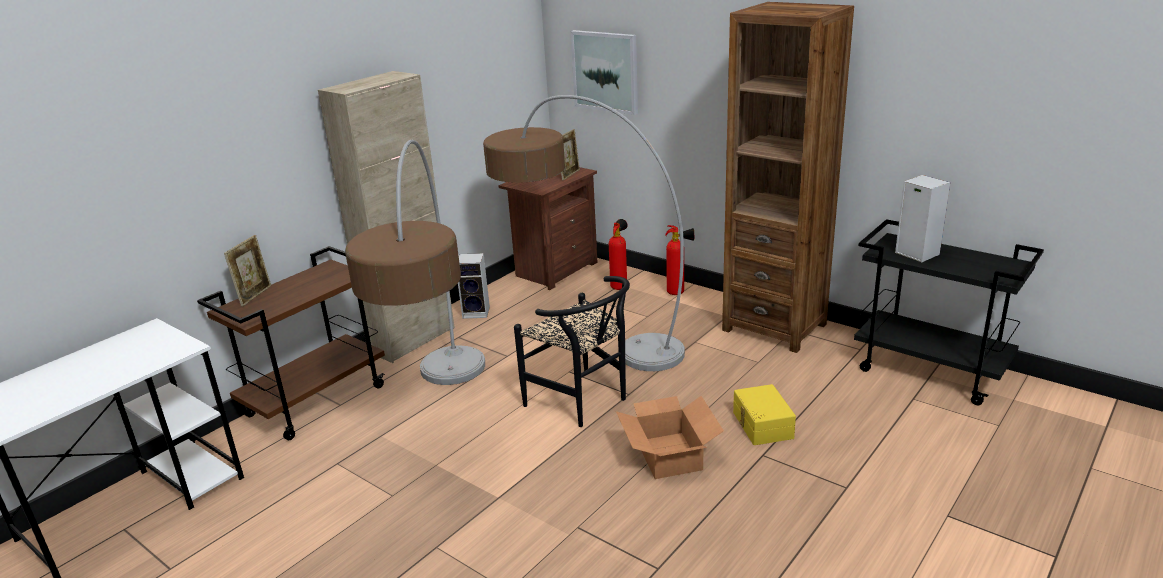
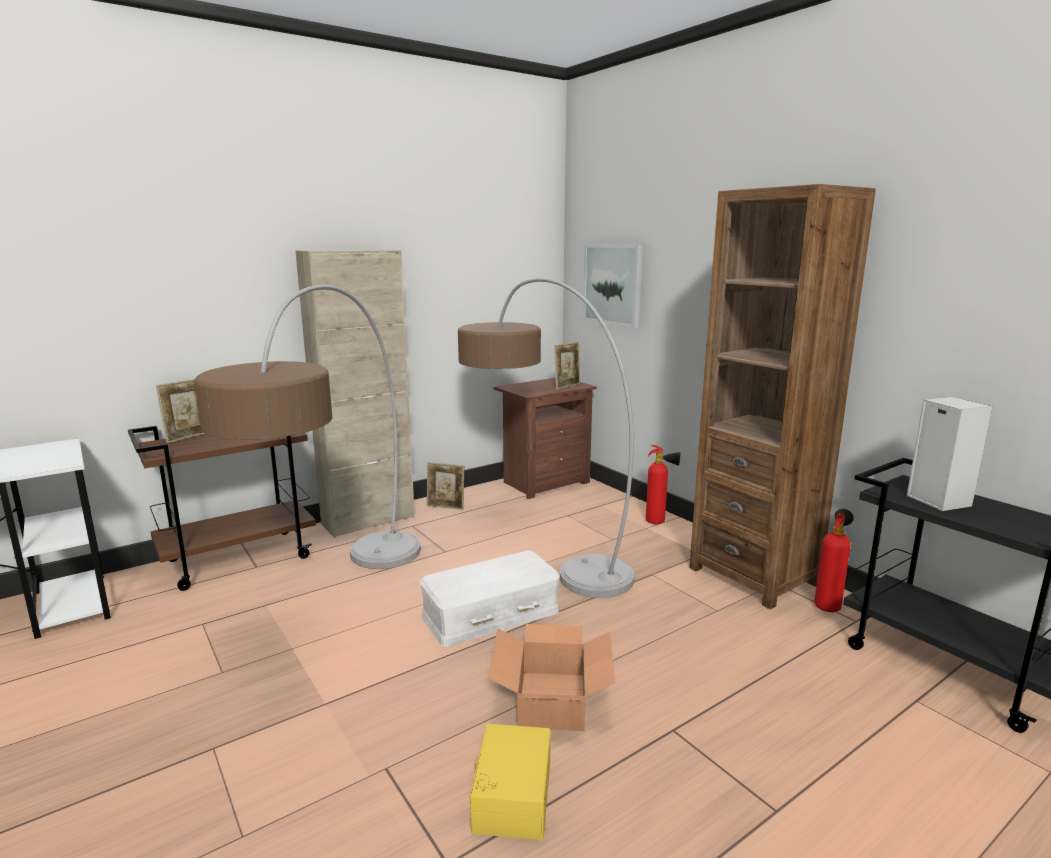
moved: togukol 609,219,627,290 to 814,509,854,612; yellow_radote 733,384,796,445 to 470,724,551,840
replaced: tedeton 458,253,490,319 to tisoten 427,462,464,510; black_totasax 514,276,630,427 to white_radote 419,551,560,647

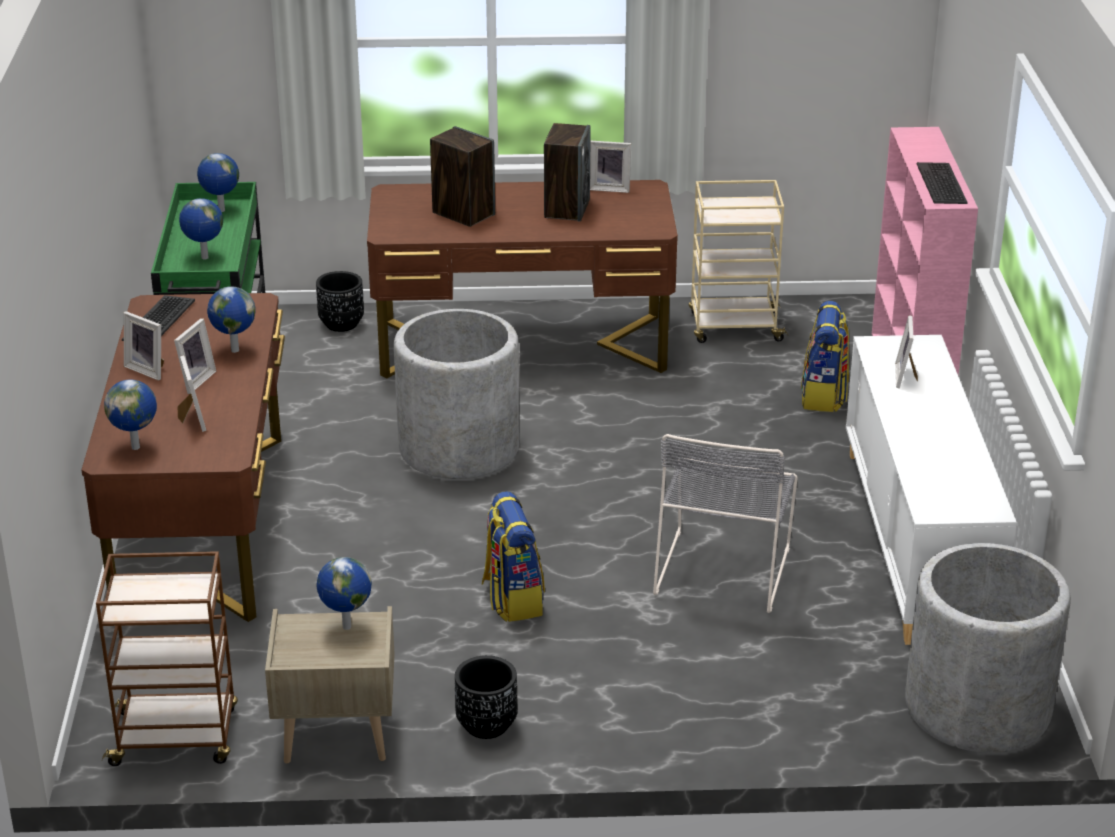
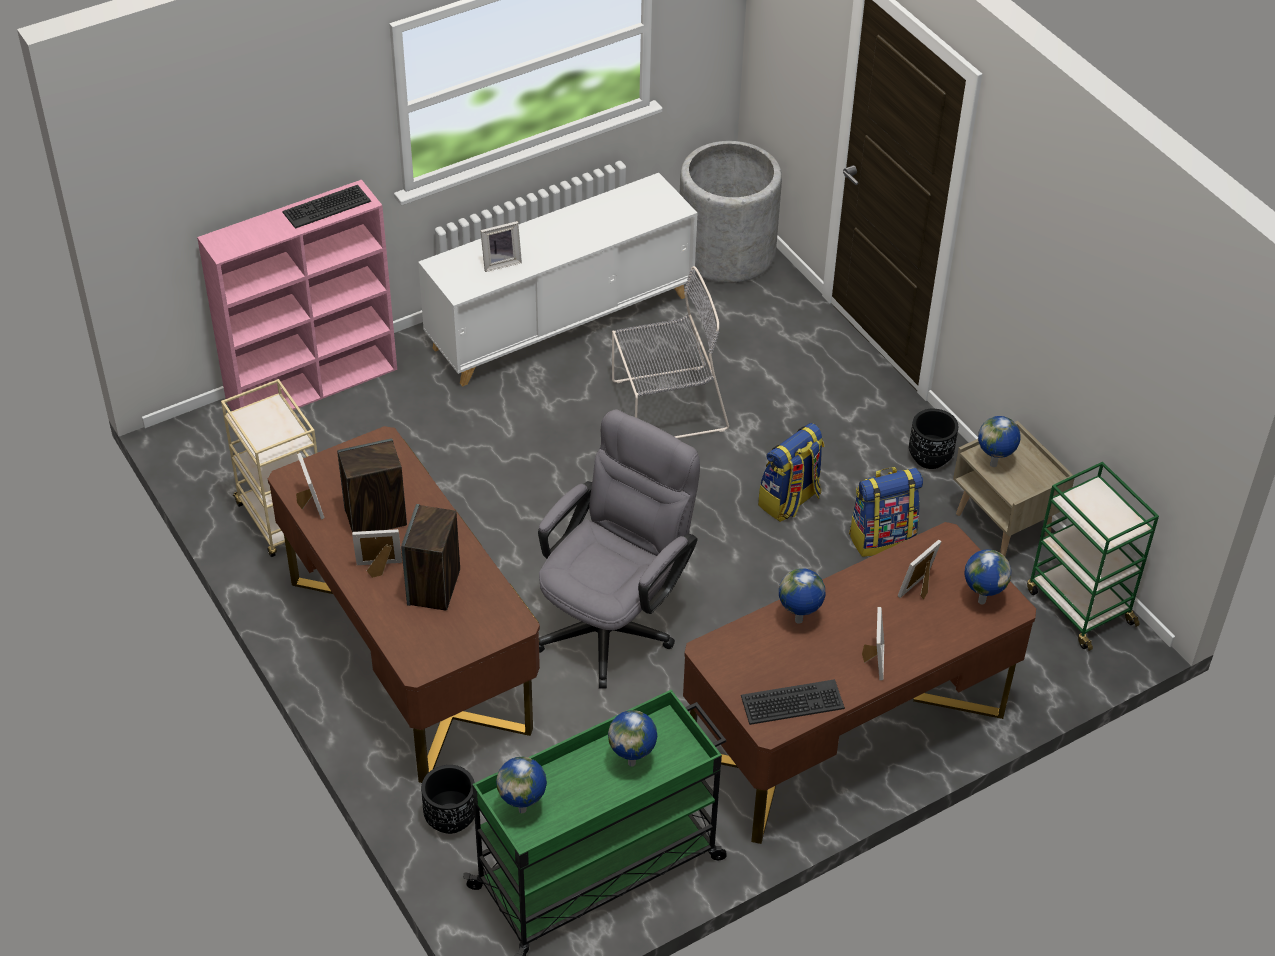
moved: tisoten 174,318,216,394 to 352,529,402,578; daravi 801,301,849,412 to 849,467,923,557
replaced: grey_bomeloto 394,309,520,479 to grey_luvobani 538,409,700,689
recoloured: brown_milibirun 96,551,238,766 to green_milibirun 1027,462,1159,651

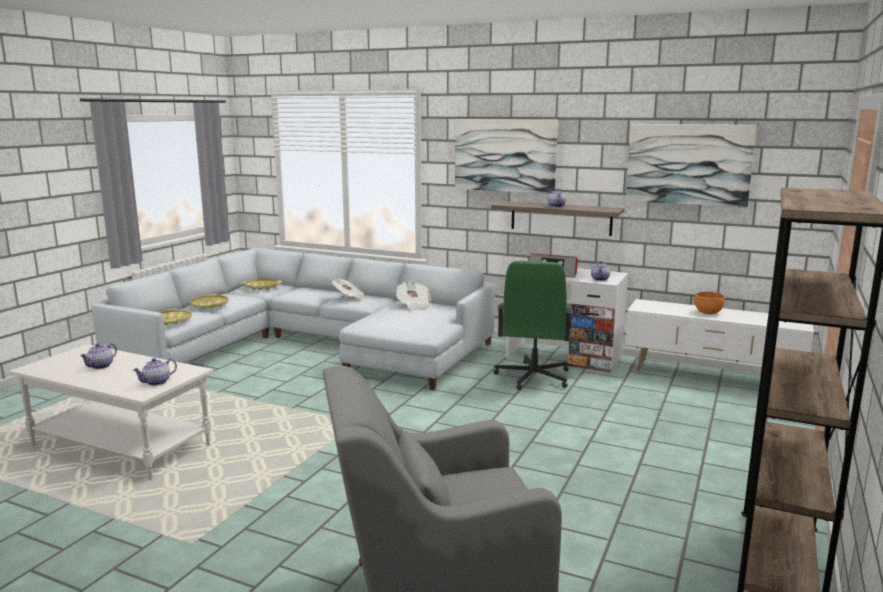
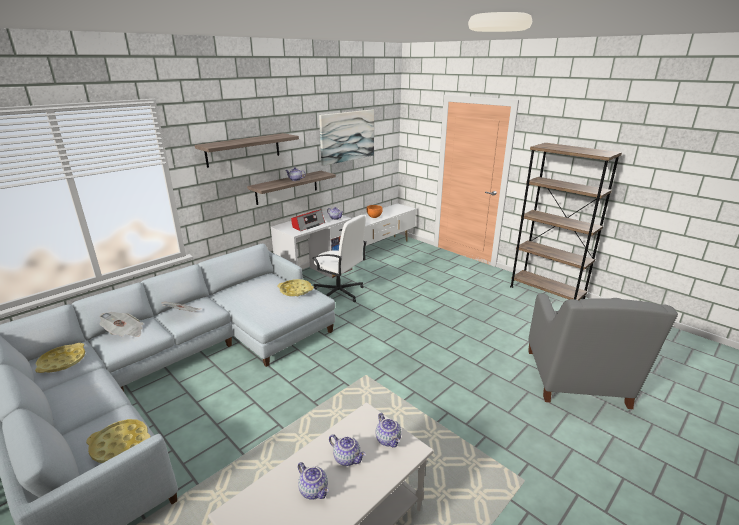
added: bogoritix 329,434,366,466
moved: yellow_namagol 190,294,229,309 to 277,279,314,297; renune 396,281,431,311 to 100,312,143,337
replaced: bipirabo 455,119,558,194 to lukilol 195,133,299,168
recoloured: green_luvobani 494,261,573,390 to white_luvobani 312,215,367,302

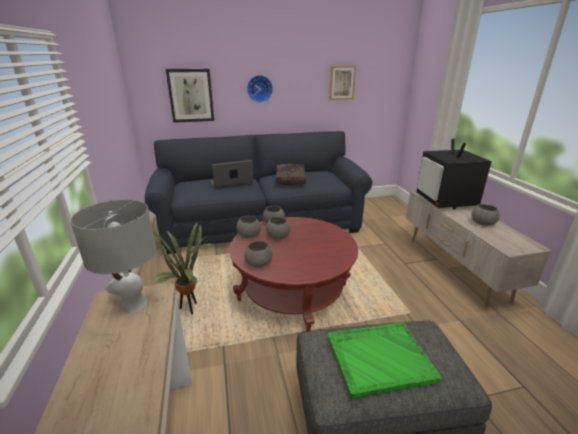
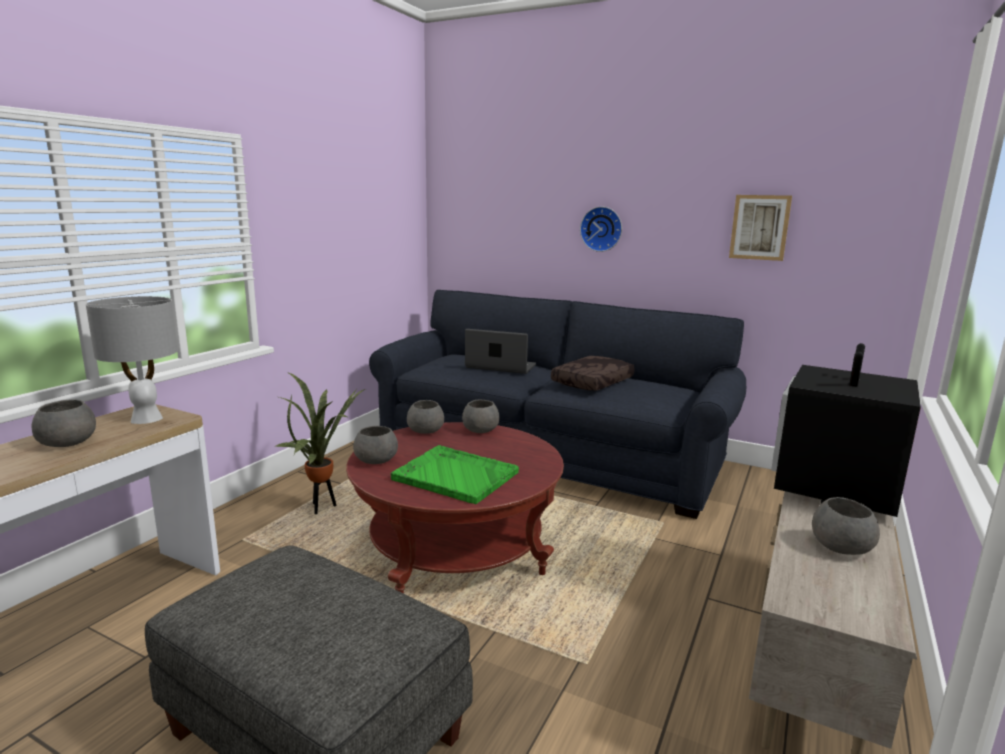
removed: bipirabo 166,69,214,123
moved: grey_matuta 266,217,290,239 to 32,399,96,447; green_namagol 328,323,442,399 to 391,445,519,504

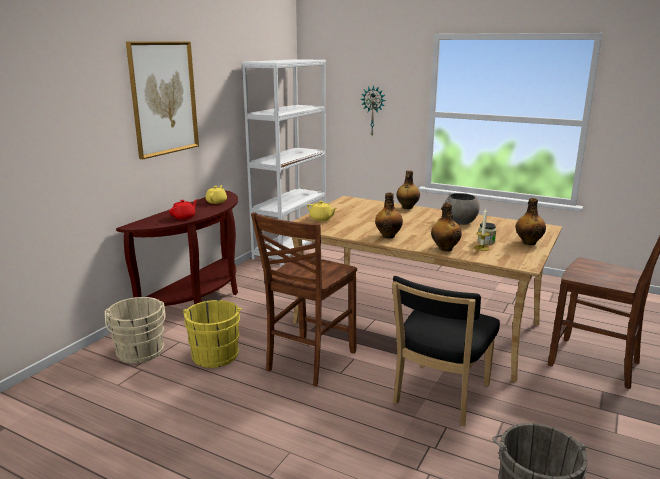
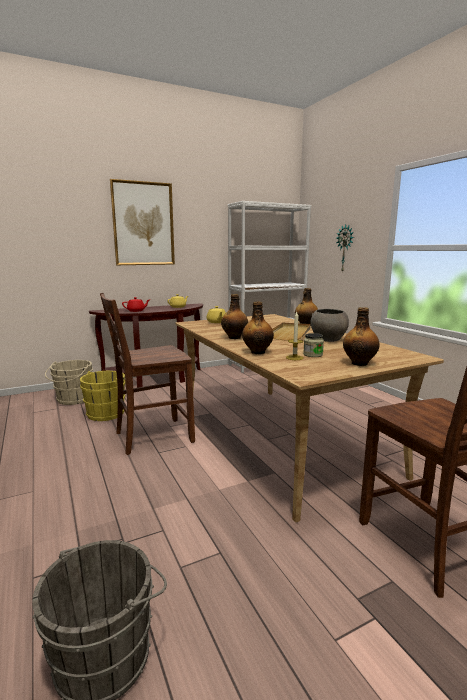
removed: black_totasax 392,276,500,426
added: beige_namagol 272,323,311,340

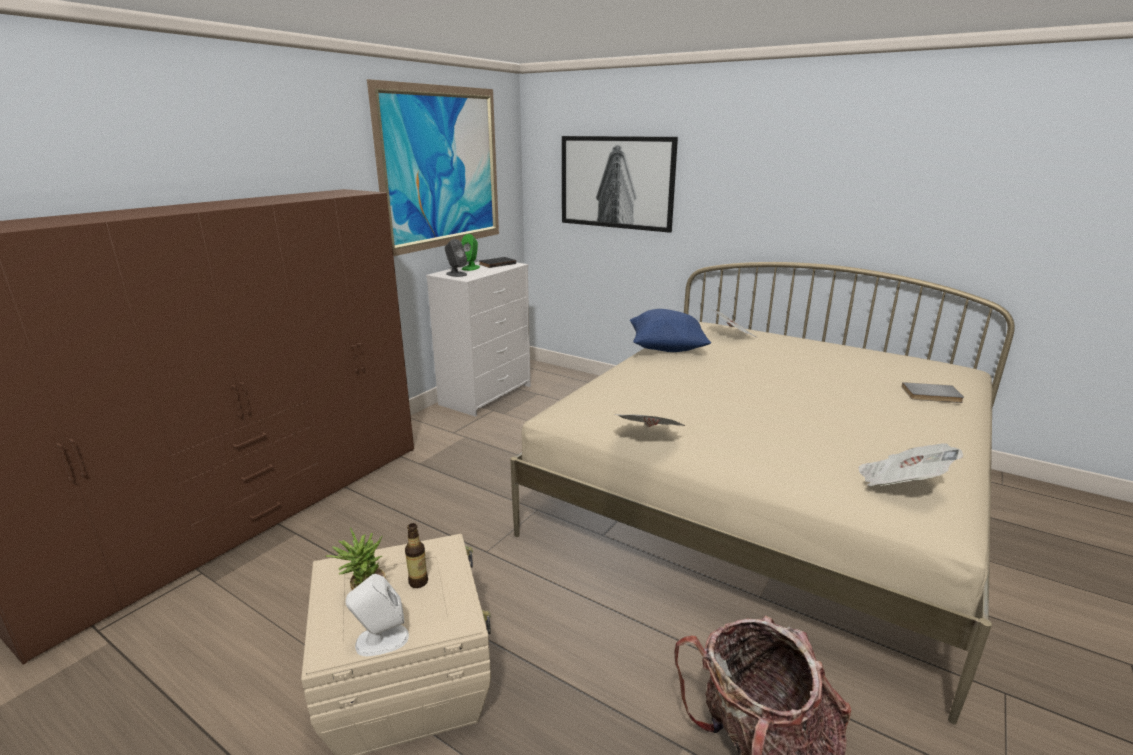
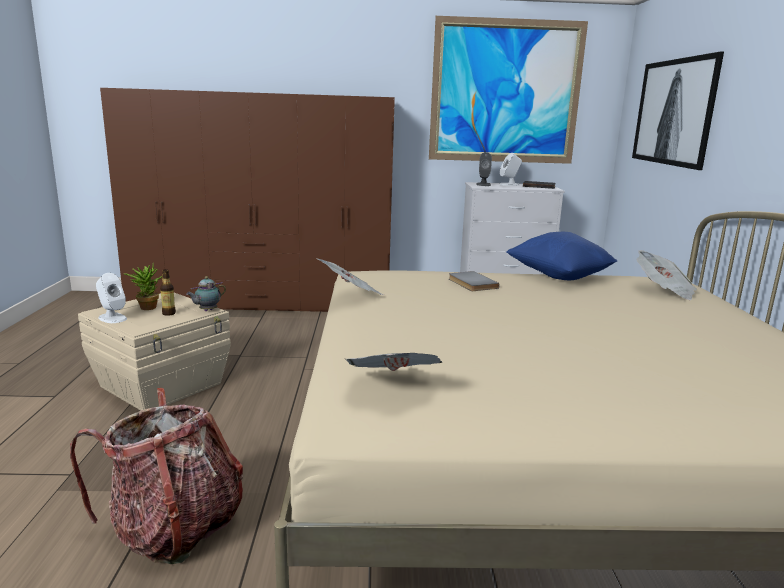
added: bogoritix 186,276,226,311
moved: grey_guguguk 902,382,964,403 to 449,271,499,291
recoloured: green_tedeton 461,234,480,271 to white_tedeton 499,153,522,186

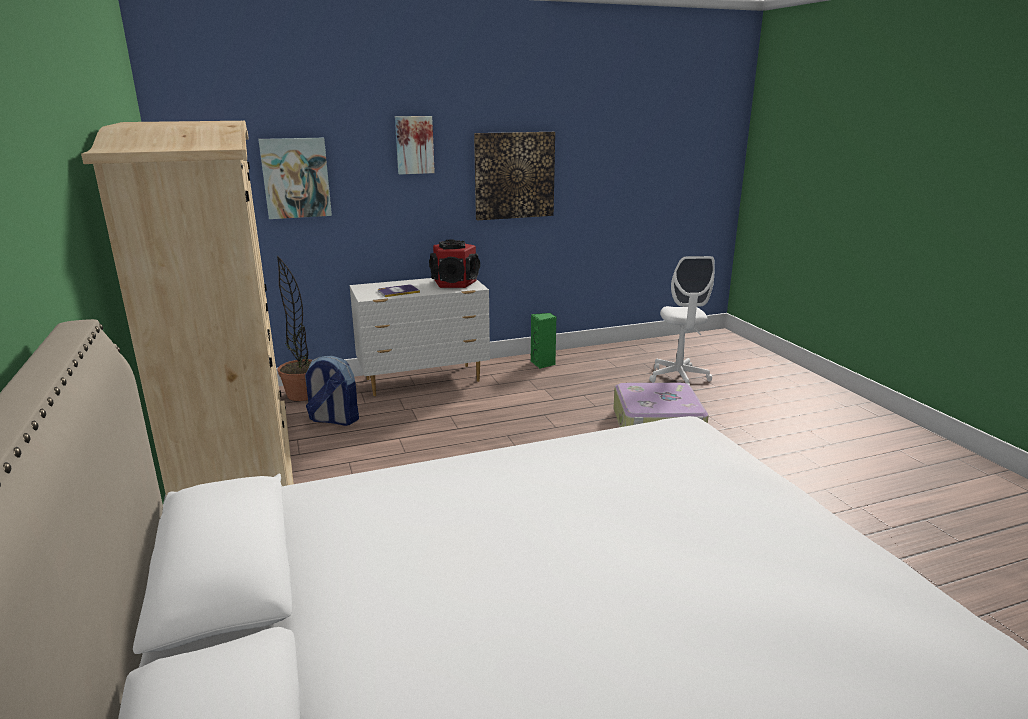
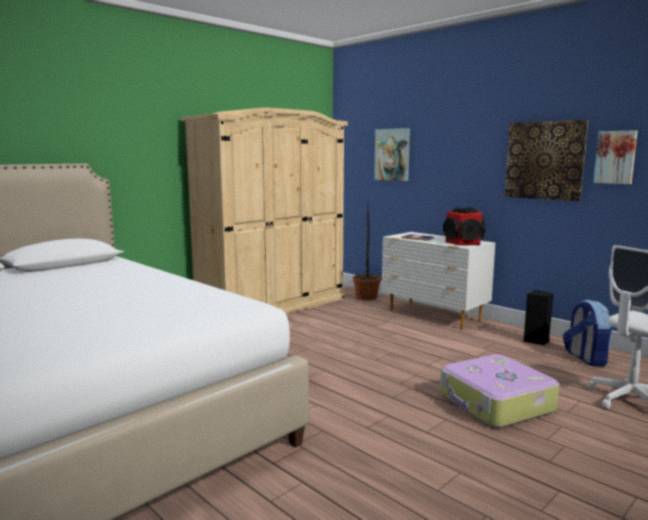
moved: daravi 305,355,359,426 to 563,299,613,366; bipirabo 395,116,435,175 to 593,130,638,184
recoloured: green_tedeton 531,313,556,369 to black_tedeton 524,290,553,345

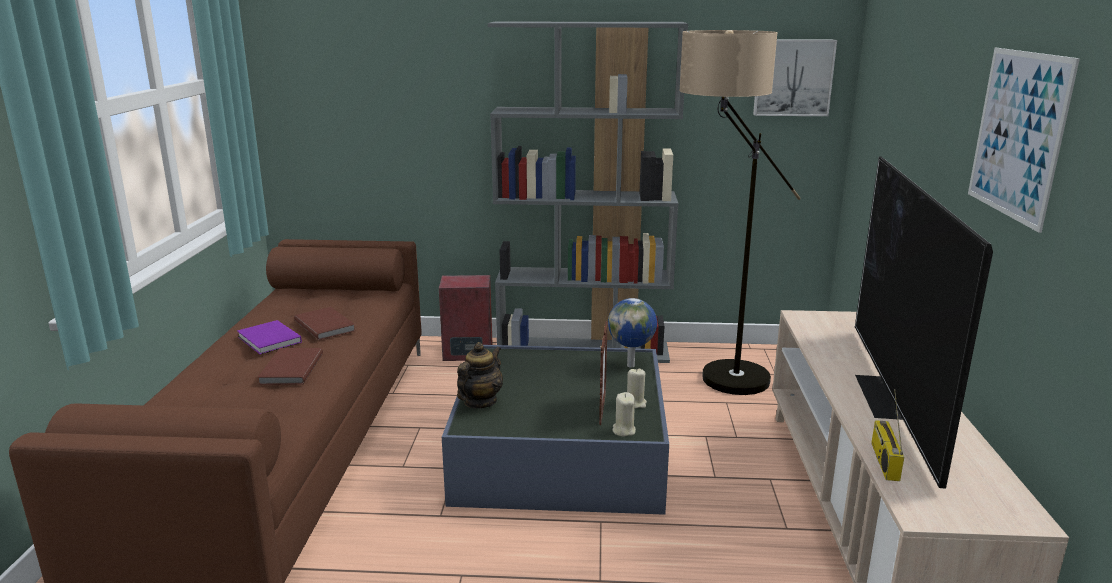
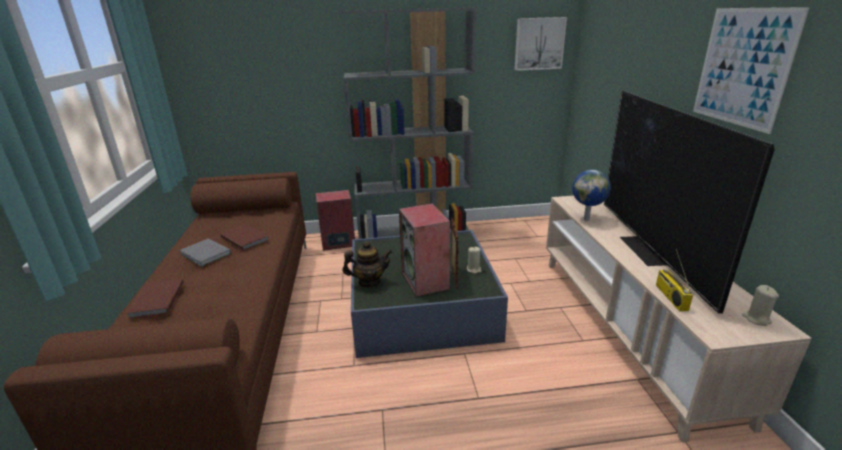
removed: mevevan 679,30,801,395
added: tedeton 399,203,450,297
moved: brown_guguguk 257,348,323,385 to 127,279,184,319; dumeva 608,298,657,368 to 572,170,611,221; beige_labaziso 612,392,636,436 to 742,285,779,326
recoloured: purple_guguguk 237,320,302,355 to grey_guguguk 179,239,231,267
turned: bogoritix 457,342,503,408 = 342,241,392,287 60 degrees clockwise

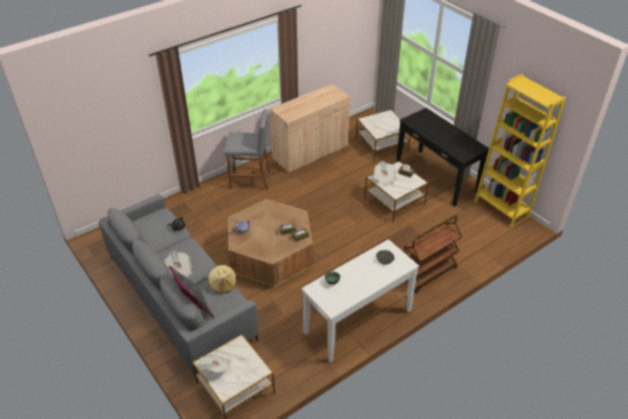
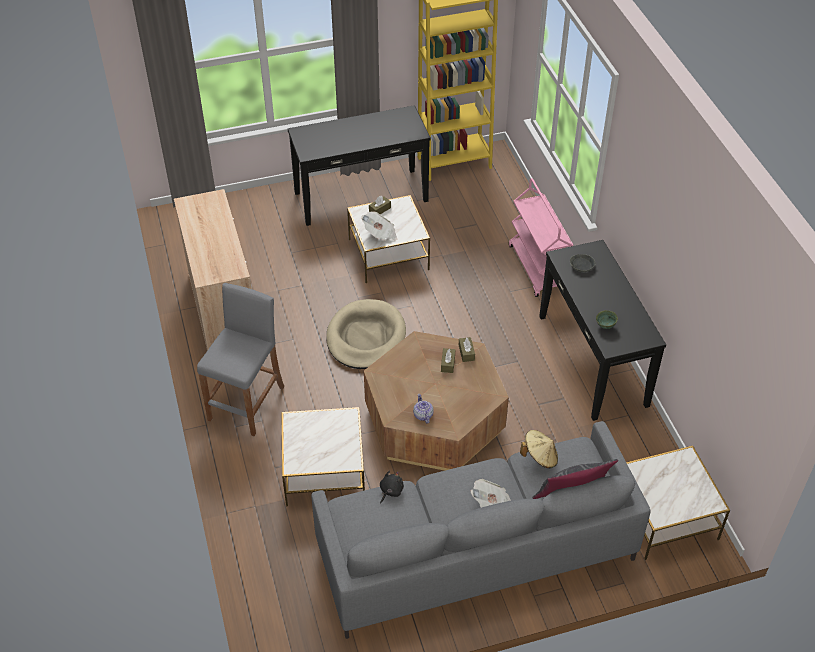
removed: renune 199,354,232,373
added: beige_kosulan 326,299,406,369
moved: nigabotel 356,109,411,161 to 281,407,365,506
recoloured: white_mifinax 302,239,419,362 to black_mifinax 539,240,666,421; brown_milibirun 403,215,463,293 to pink_milibirun 509,178,573,297

